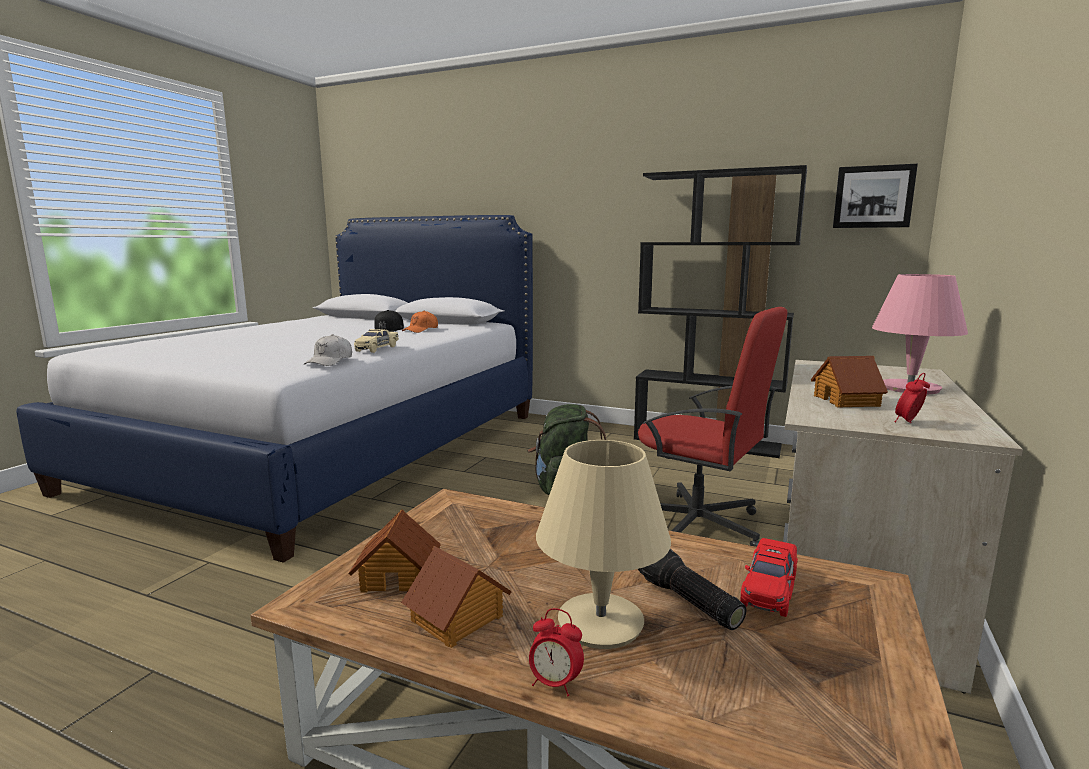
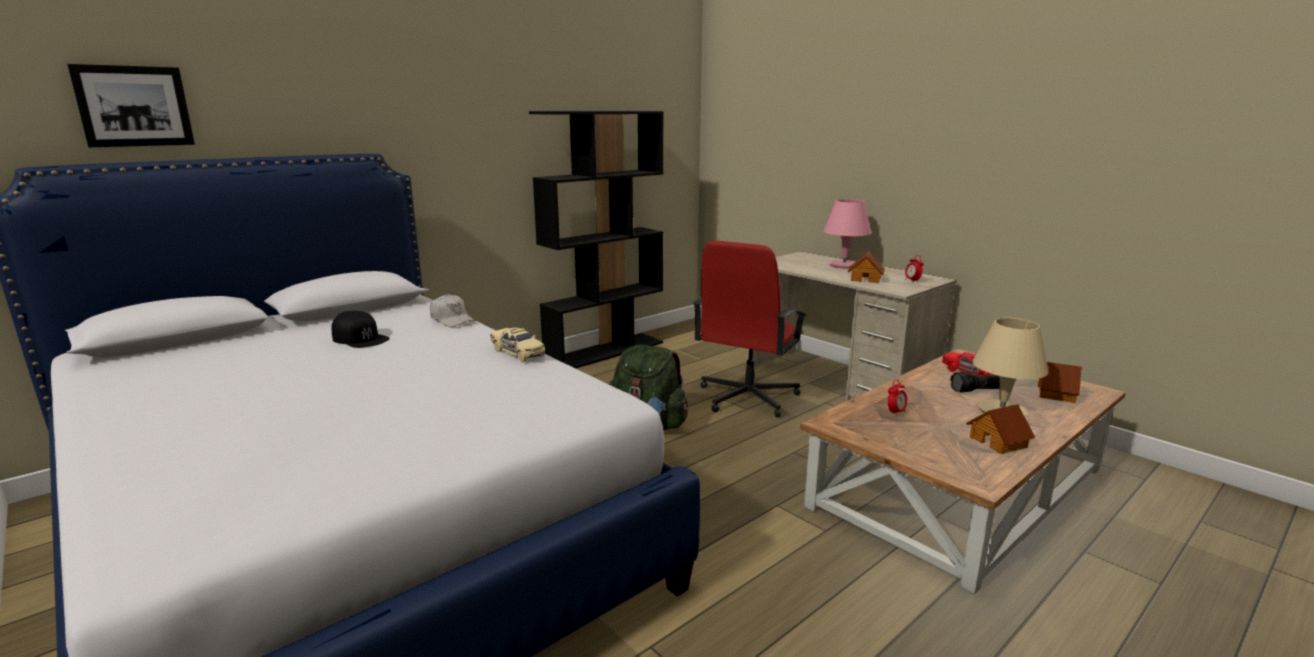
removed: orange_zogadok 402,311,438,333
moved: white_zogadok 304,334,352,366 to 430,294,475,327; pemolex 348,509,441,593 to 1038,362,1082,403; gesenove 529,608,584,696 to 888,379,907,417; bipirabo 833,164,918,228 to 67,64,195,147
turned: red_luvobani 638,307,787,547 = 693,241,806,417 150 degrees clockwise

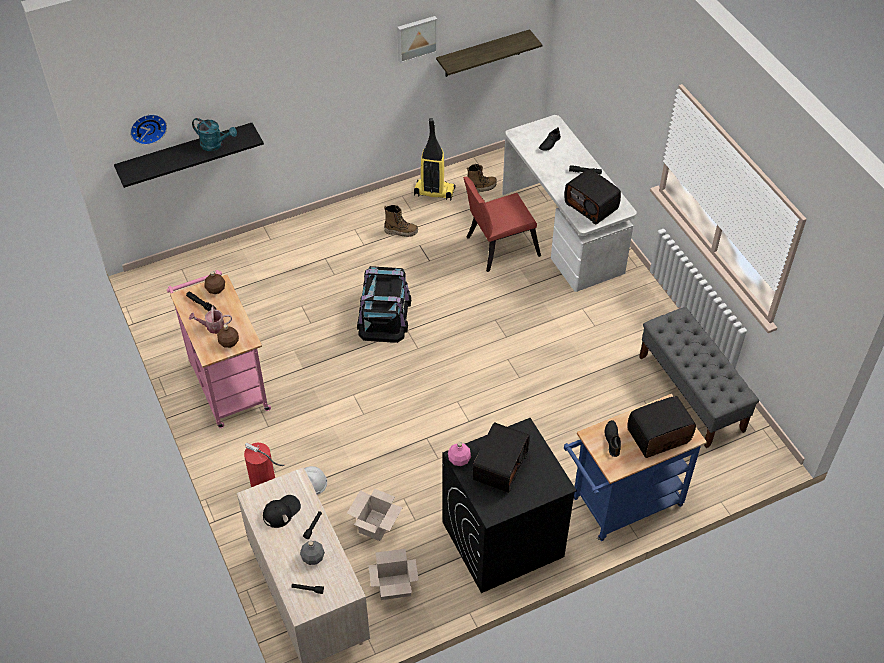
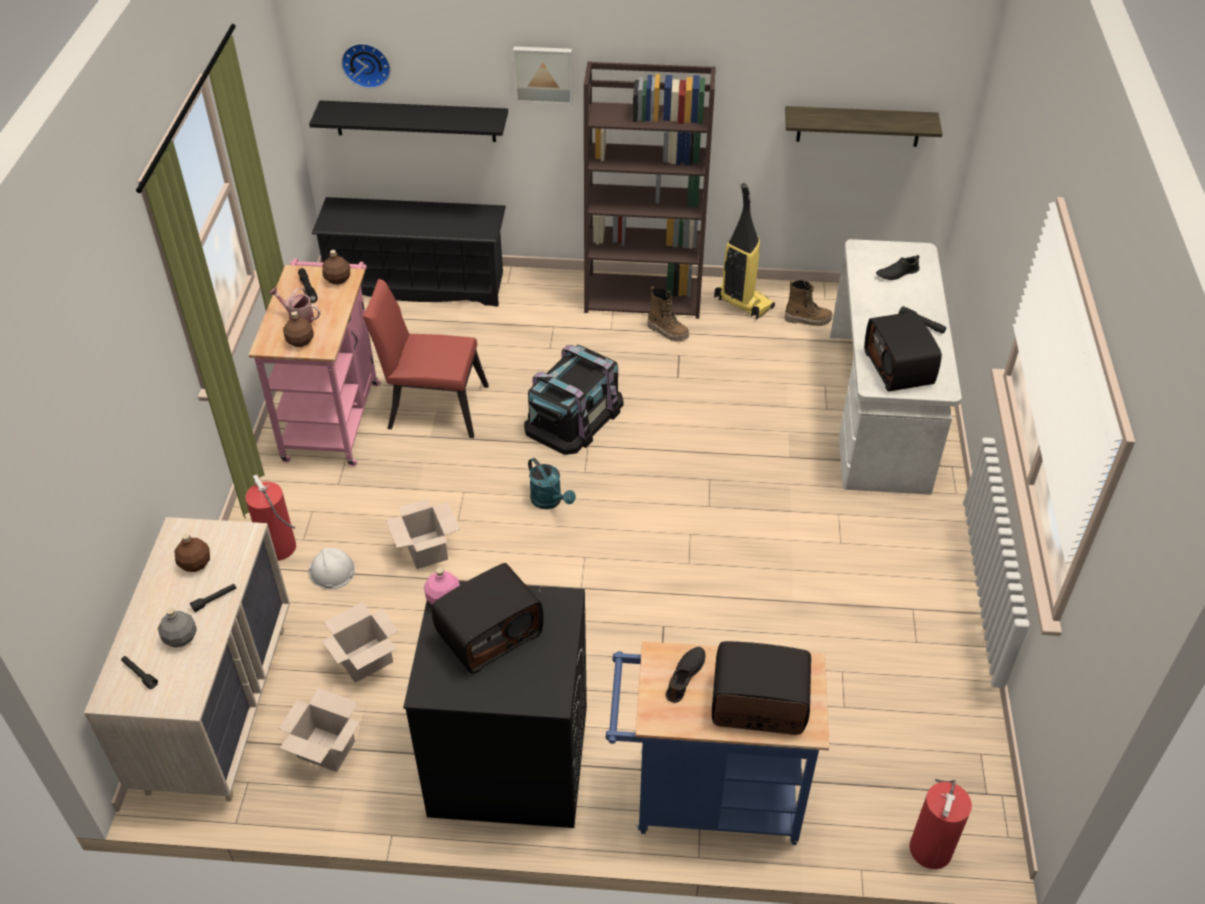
removed: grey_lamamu 639,307,759,448
added: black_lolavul 312,197,506,306; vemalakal 386,499,460,569; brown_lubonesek 584,61,716,319; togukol 909,779,972,869
moved: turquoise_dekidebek 192,118,237,151 to 528,458,576,509; bipirabo 397,16,438,63 to 513,46,573,105; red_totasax 463,177,541,272 to 363,279,489,438
replaced: black_zogadok 263,495,301,528 to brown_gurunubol 174,534,210,572

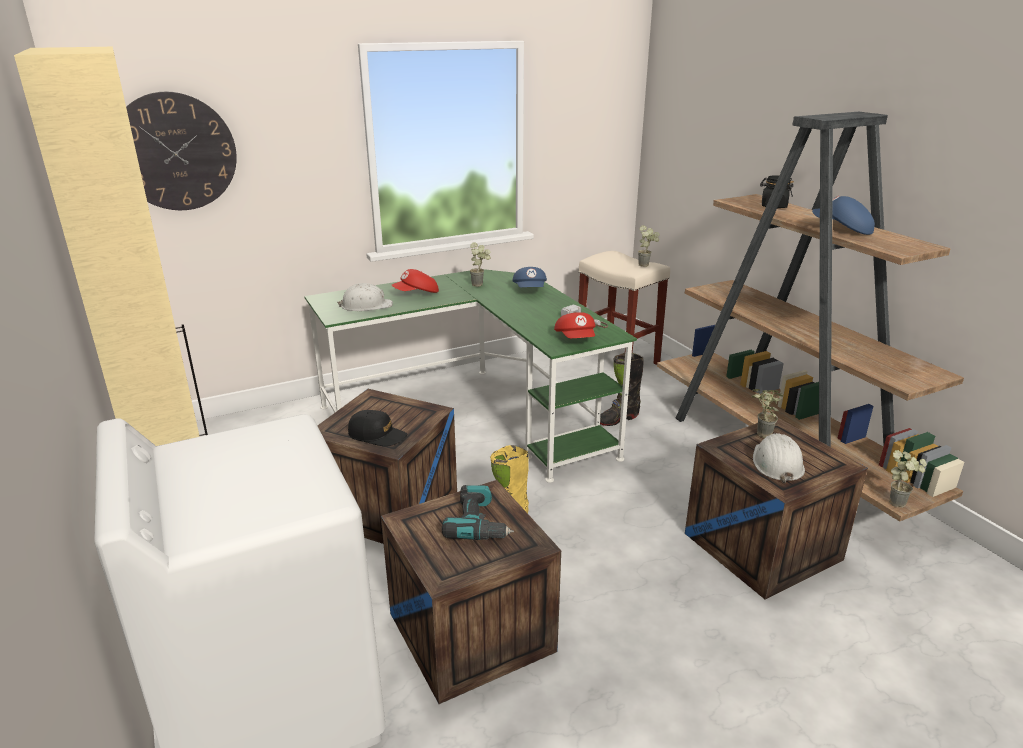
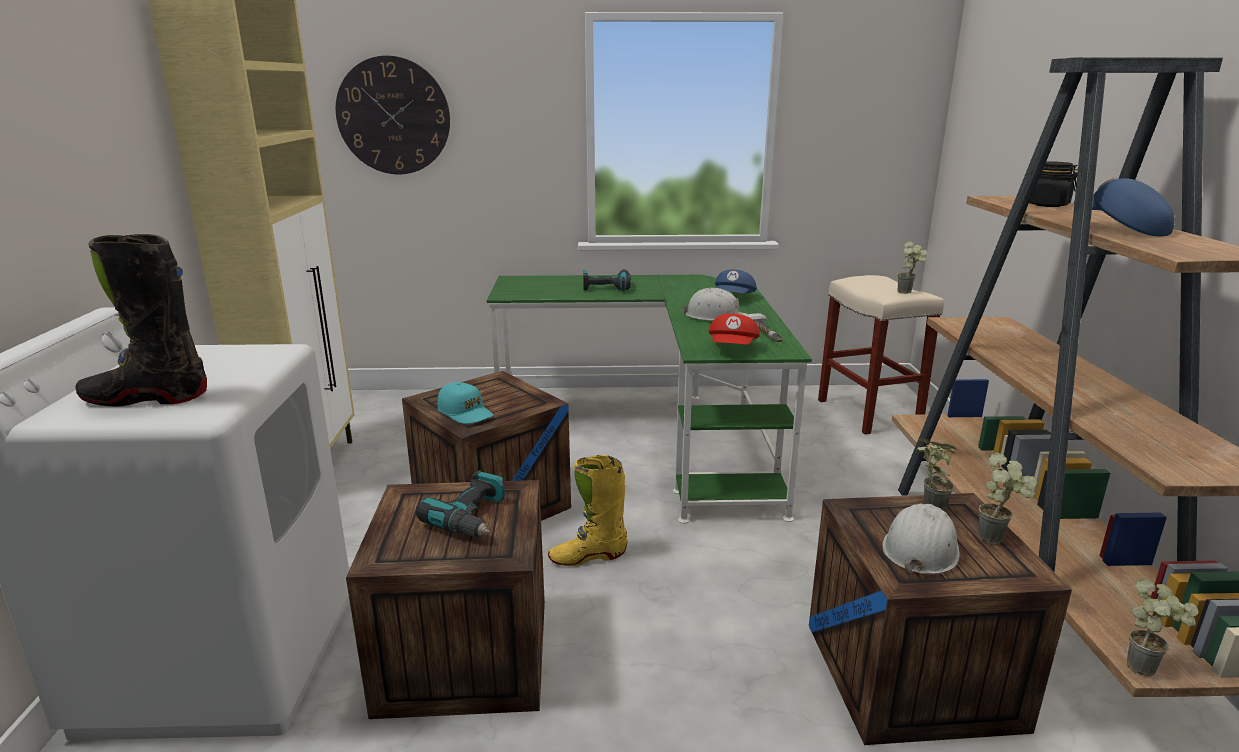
moved: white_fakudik 338,283,393,311 to 682,288,746,321; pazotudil 470,242,491,287 to 978,452,1037,545; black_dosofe 600,353,644,426 to 75,234,207,407
replaced: red_zogadok 392,269,439,293 to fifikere 583,269,631,291
recoloured: black_zogadok 348,410,407,446 to turquoise_zogadok 437,382,493,424

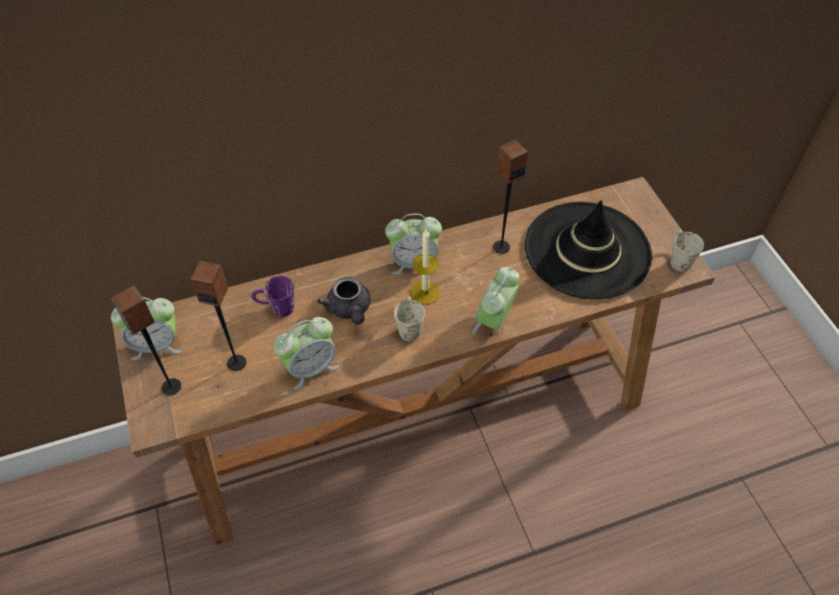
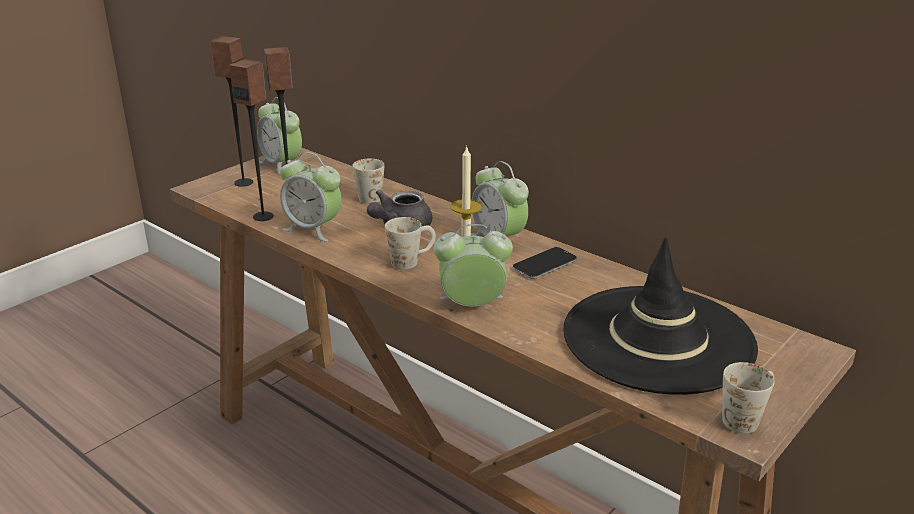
added: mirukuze 513,247,577,279
moved: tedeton 493,139,528,254 to 229,59,274,221
recoloured: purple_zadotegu 251,276,294,317 to white_zadotegu 353,158,384,204

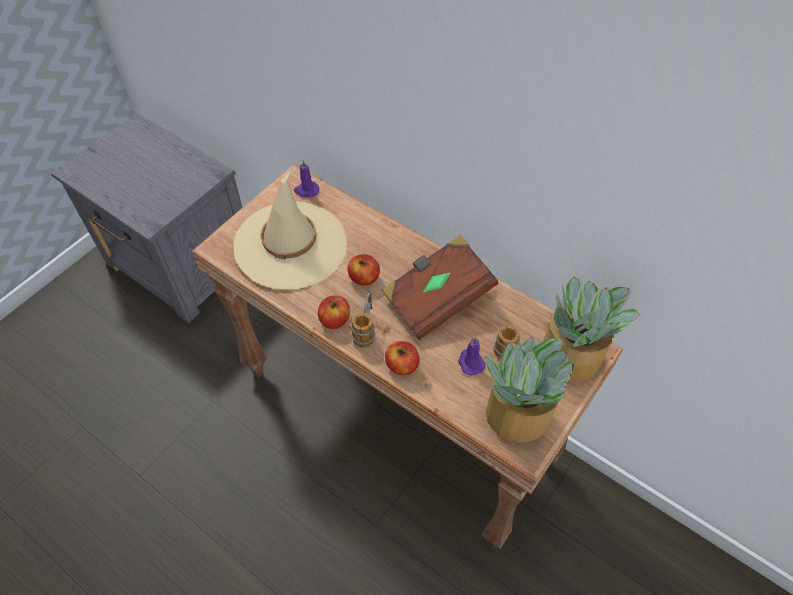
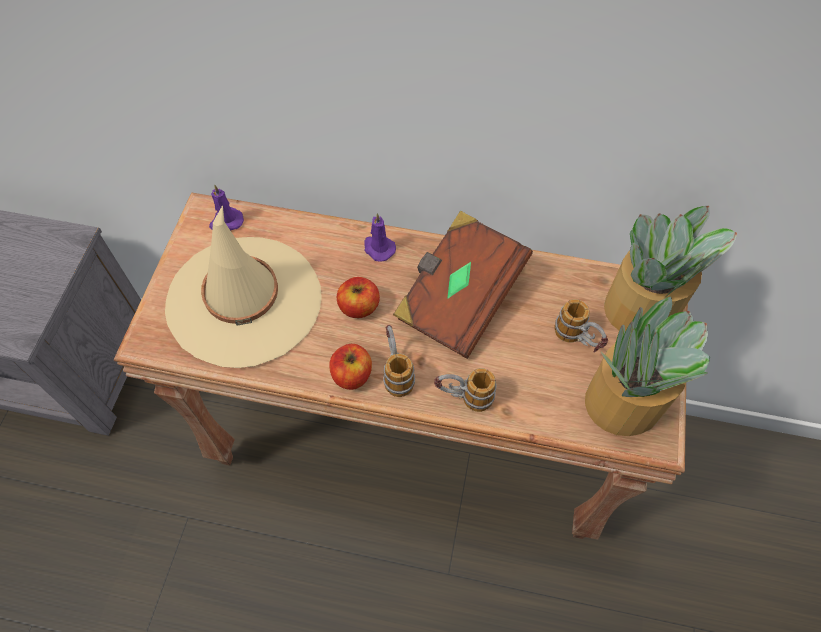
moved: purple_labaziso 458,337,485,376 to 364,213,396,262
replaced: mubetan 385,341,420,375 to zadotegu 434,368,497,412

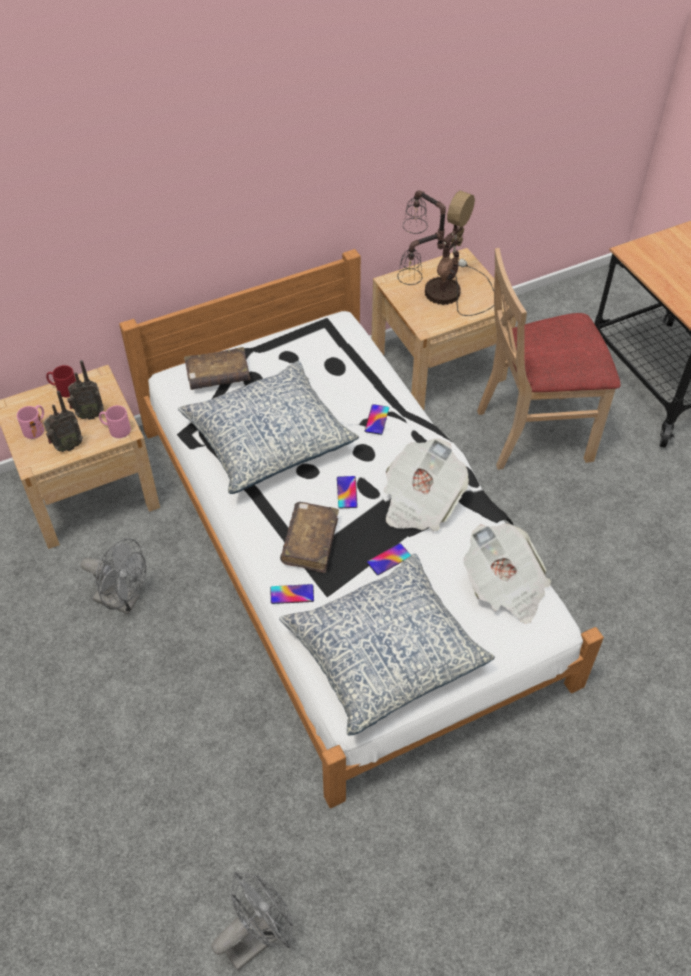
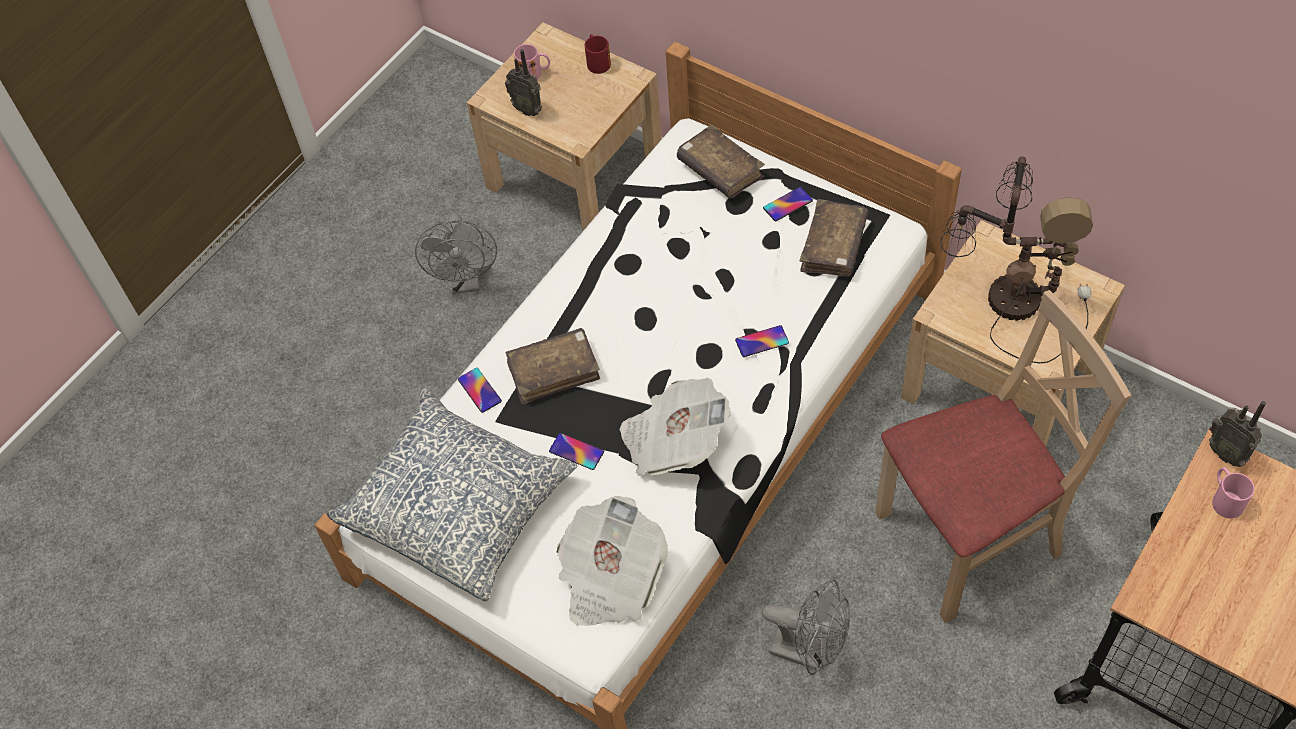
removed: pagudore 178,361,359,494
added: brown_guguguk 800,199,869,277
moved: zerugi 67,360,104,420 to 1209,401,1266,467; pink_zadotegu 99,405,131,438 to 1212,467,1255,518; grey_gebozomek 211,872,293,970 to 762,579,850,675; mirukuze 337,476,358,508 to 763,187,813,221
turned: beige_totasax 477,248,621,470 = 875,290,1131,623 105 degrees clockwise

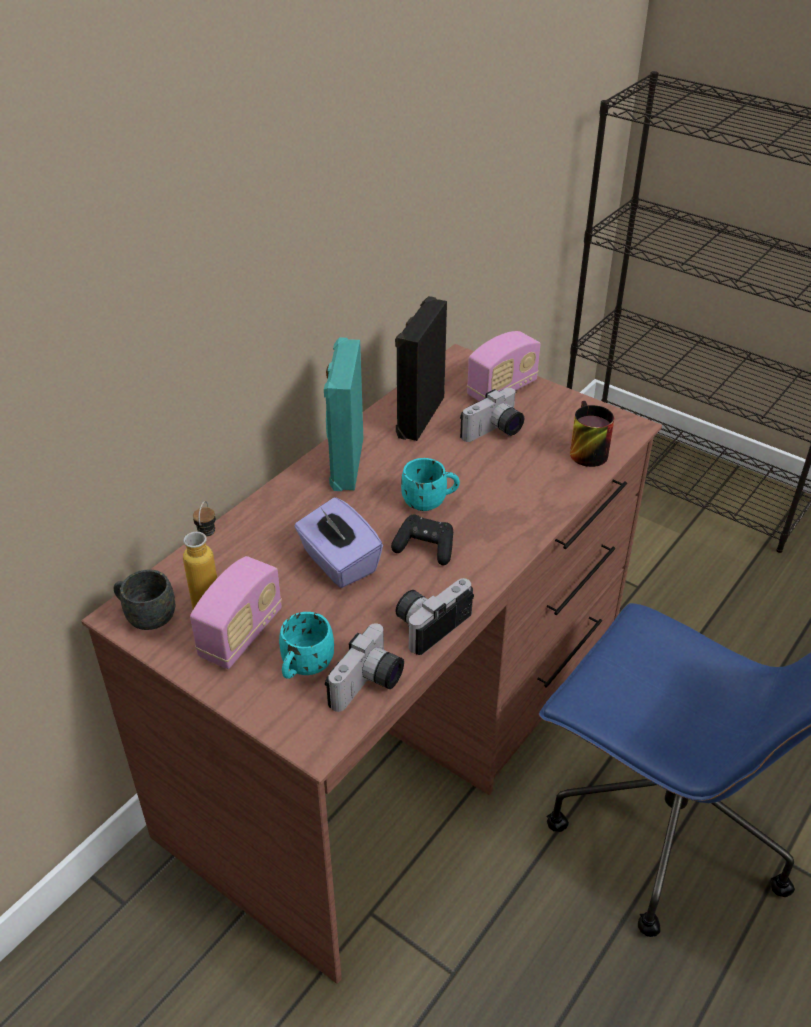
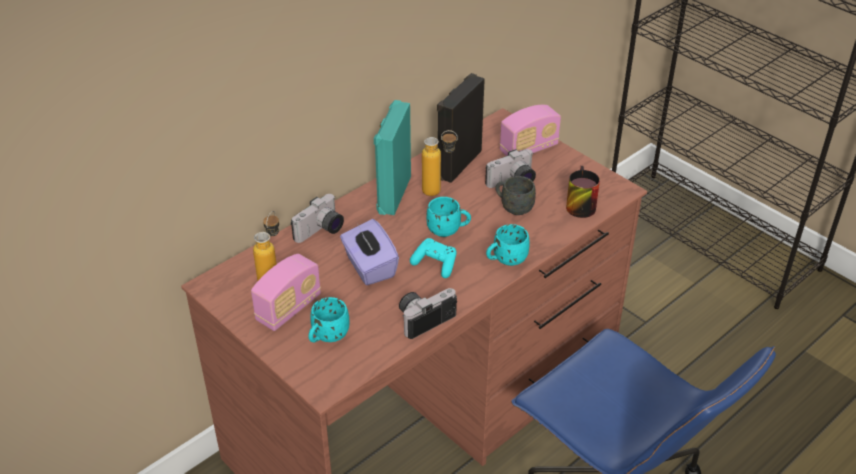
added: gurunubol 422,130,458,196; turquoise_zadotegu 486,224,530,266
moved: grey_zadotegu 113,569,176,630 to 495,176,536,215; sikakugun 325,623,404,712 to 291,194,344,243
recoloured: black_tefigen 391,514,453,566 to turquoise_tefigen 410,238,457,278

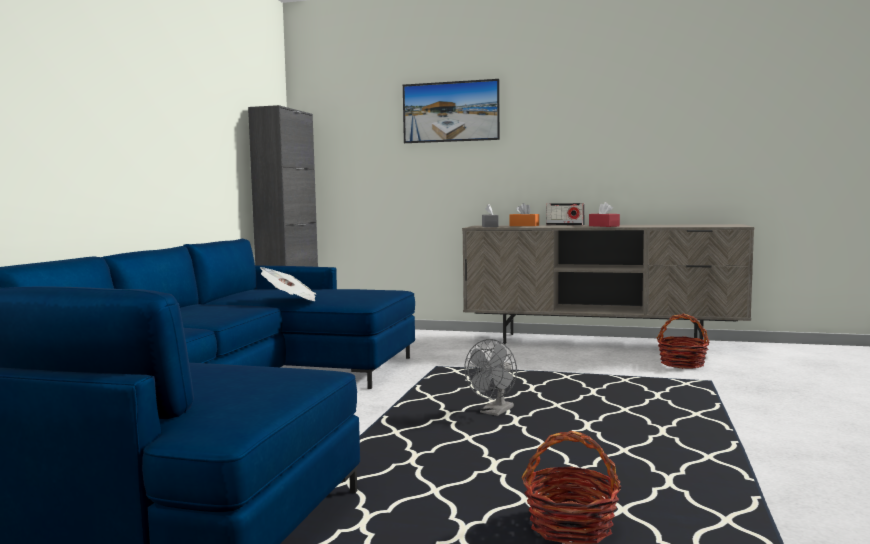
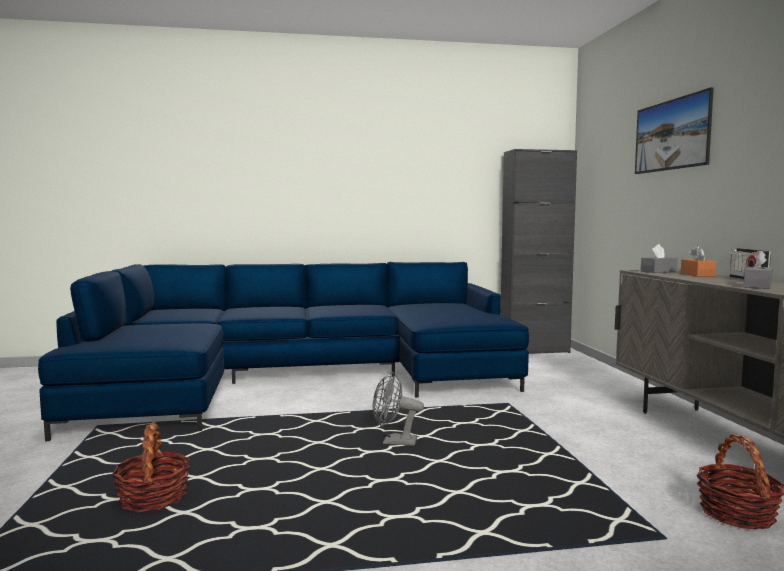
removed: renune 260,267,316,301
recoloured: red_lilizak 589,202,620,227 to grey_lilizak 743,251,773,289

